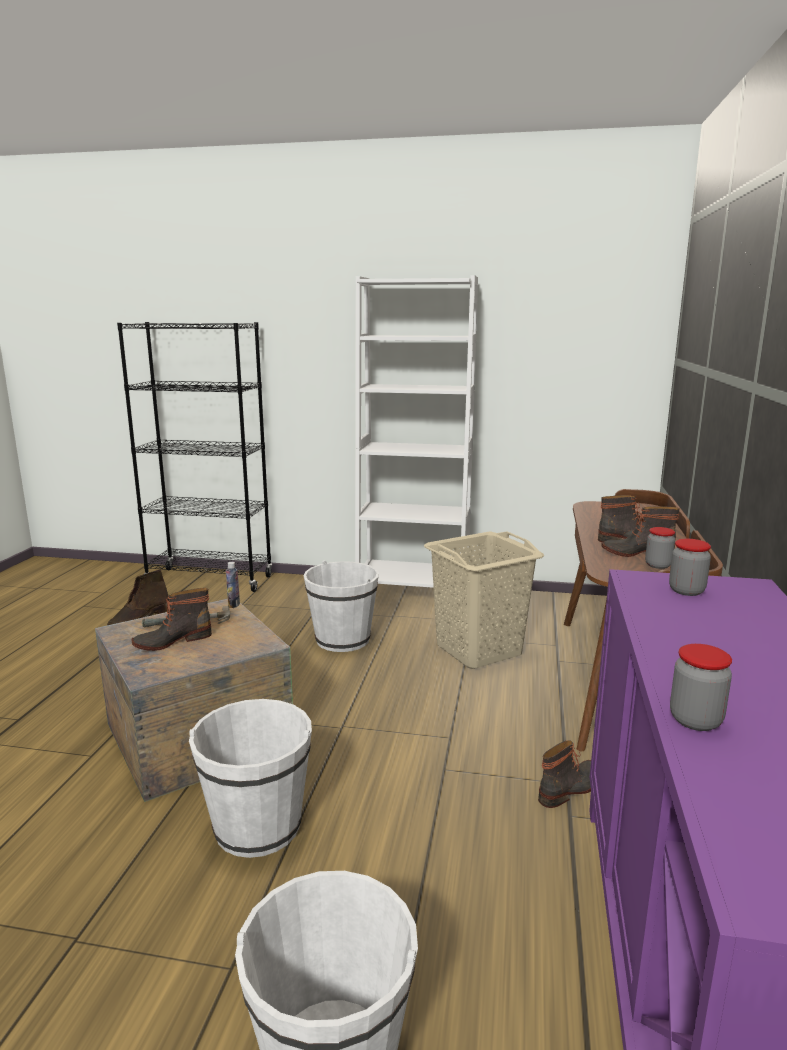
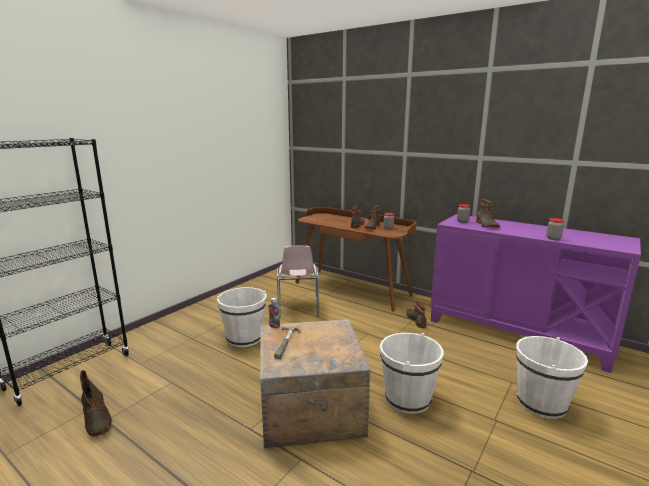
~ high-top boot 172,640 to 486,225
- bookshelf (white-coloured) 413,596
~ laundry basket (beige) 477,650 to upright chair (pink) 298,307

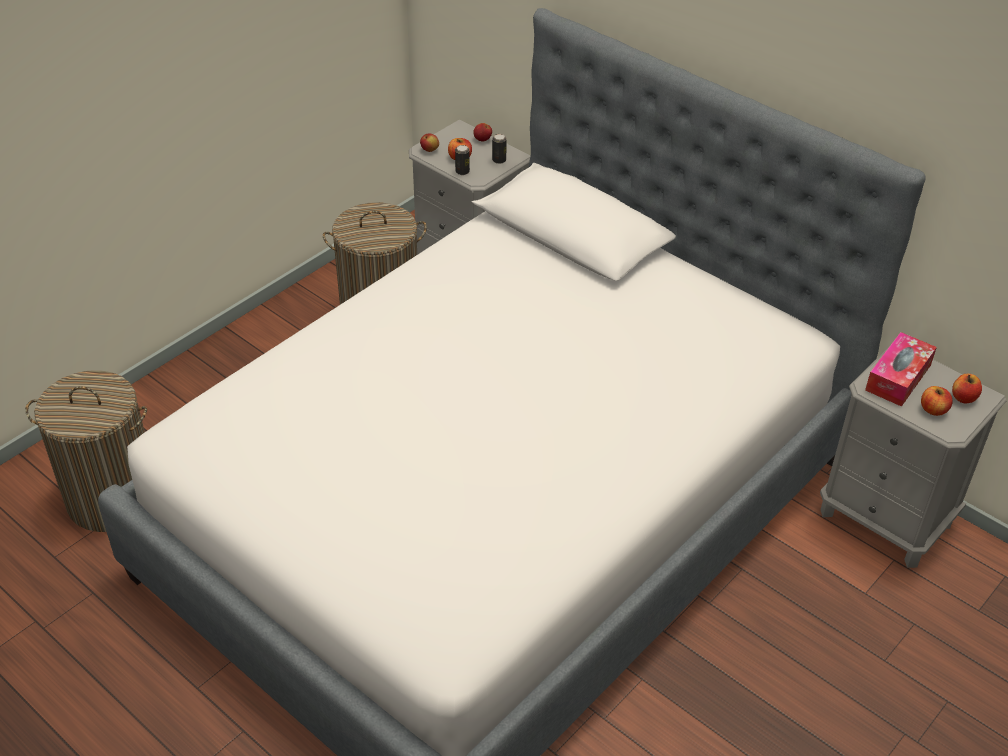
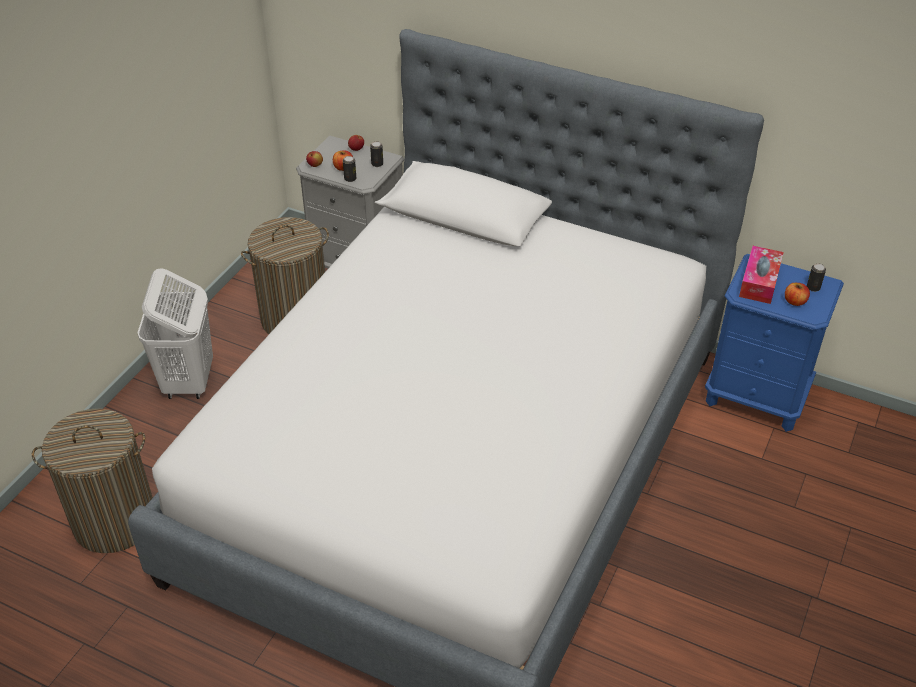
~ bedside table (greyish) 886,519 to bedside table (bluish) 756,397
~ apple 963,397 to can 813,288
+ laundry basket (white-coloured) 188,382

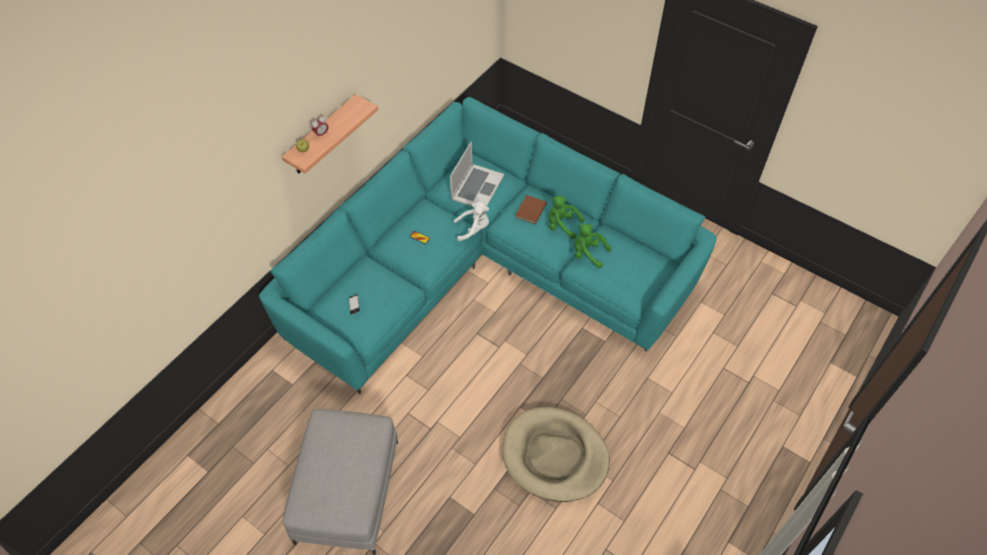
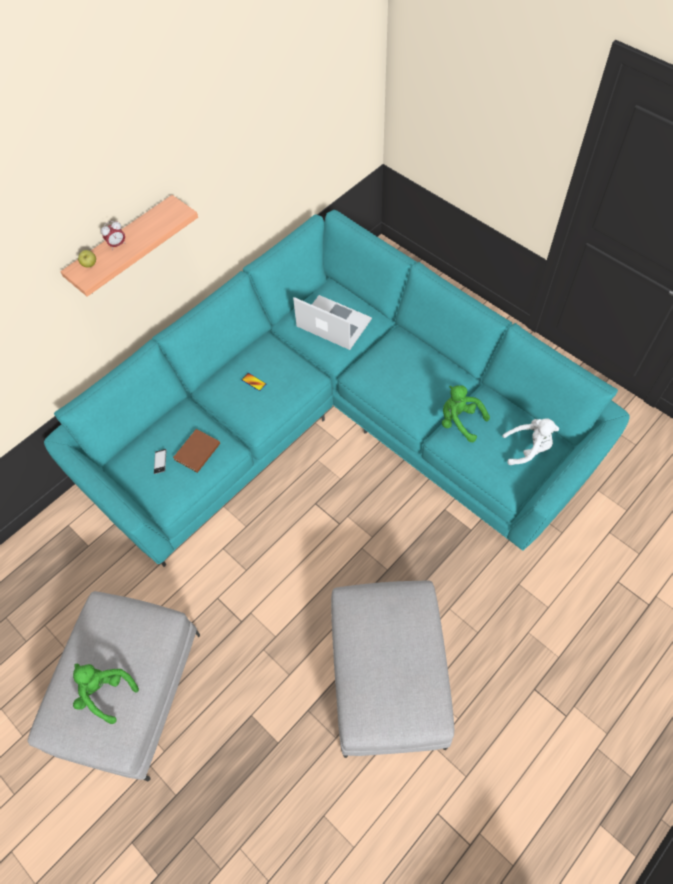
~ portable computer 477,187 = 333,323 90 degrees counterclockwise
~ cuddly toy (white-coloured) 473,229 to 528,448
~ dog bed (beige) 554,456 to ottoman (greyish) 388,676
~ bound book (brown) 530,211 to 196,452
~ cuddly toy (green) 562,225 to 105,692

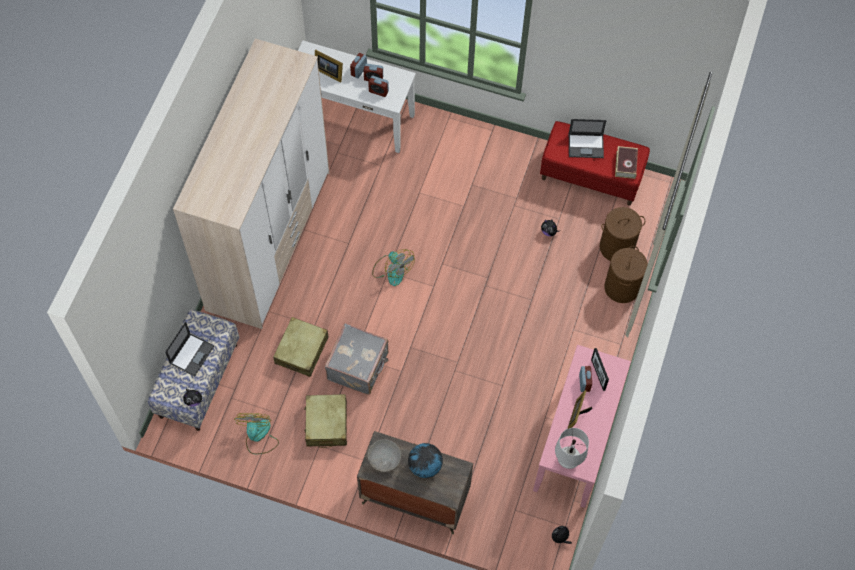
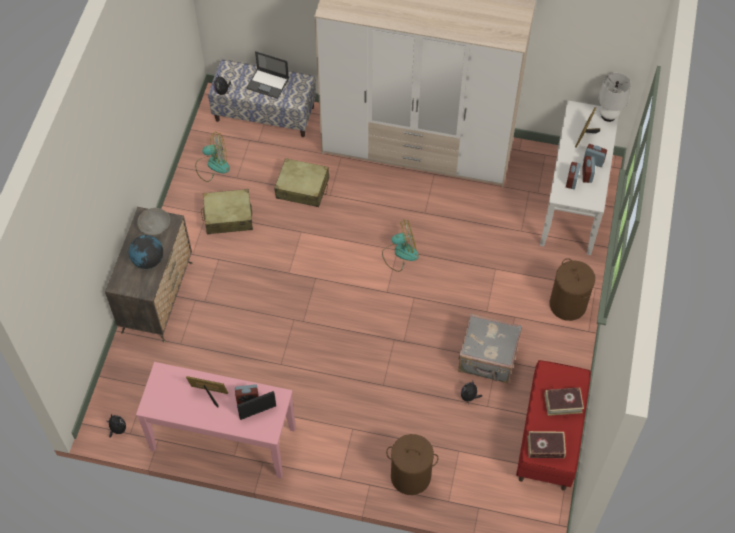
~ travel case (greyish) 359,366 to 488,359
~ fan 392,270 = 400,253 150 degrees counterclockwise
~ table lamp (white-coloured) 568,460 to 608,115
~ portable computer 586,145 to bound book 563,403
~ laundry basket (brown) 617,247 to 568,305

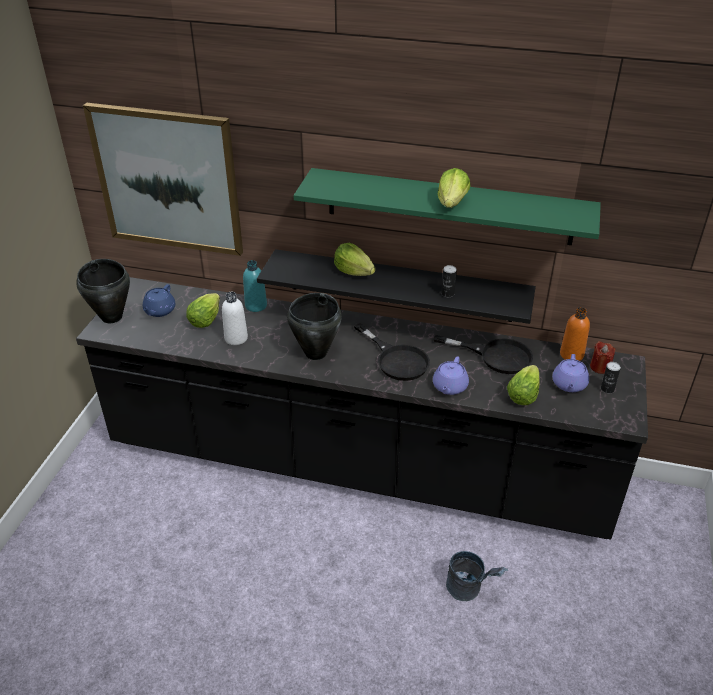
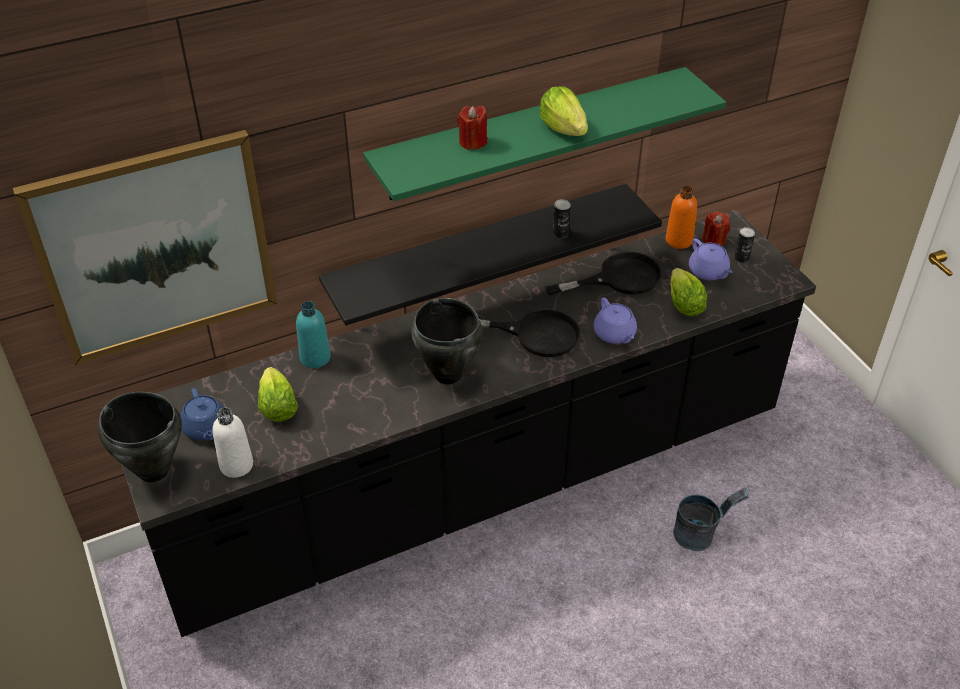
~ drink bottle (white-coloured) 236,338 to 236,465
- lettuce head 353,272
+ wax light (red-coloured) 472,142

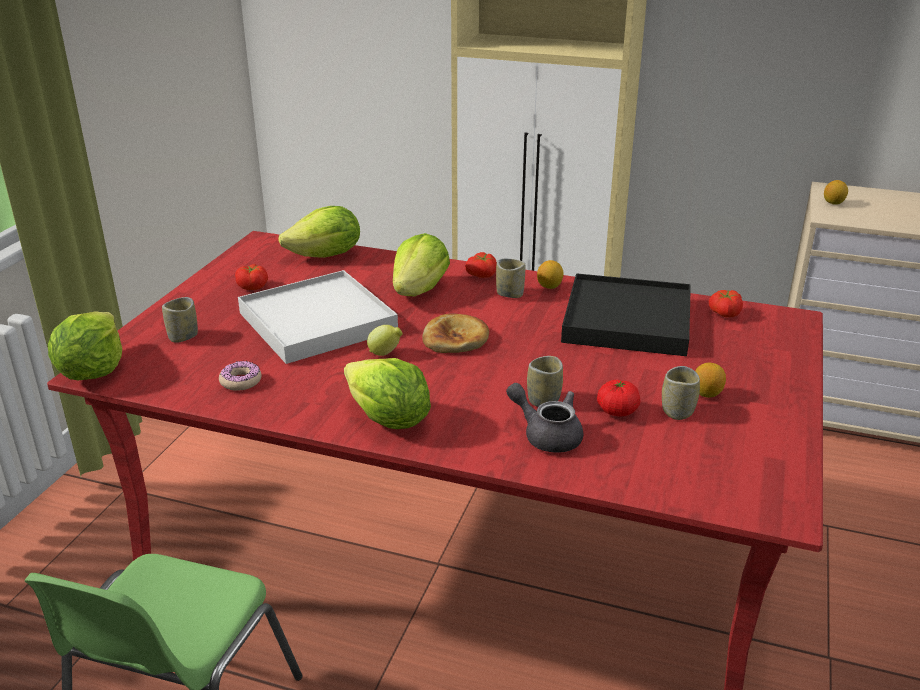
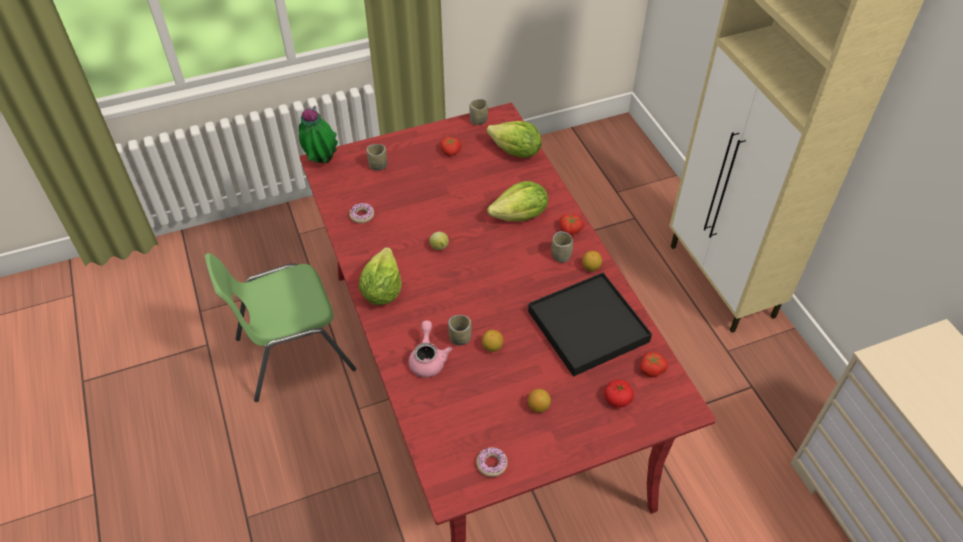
~ lettuce head 93,370 to potted plant 321,161
- serving tray (white-coloured) 317,322
- bread 455,338
~ teapot (greyish) 547,435 to teapot (pink) 428,359
~ fresh tomato 617,411 to 617,399
~ drinking cup 677,411 to 478,121
~ lemon 833,203 to 492,347
+ ring doughnut 491,464

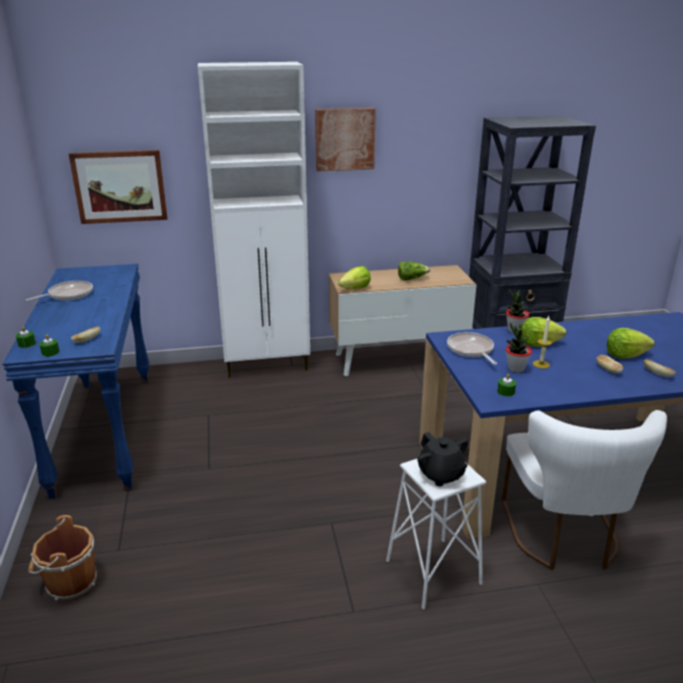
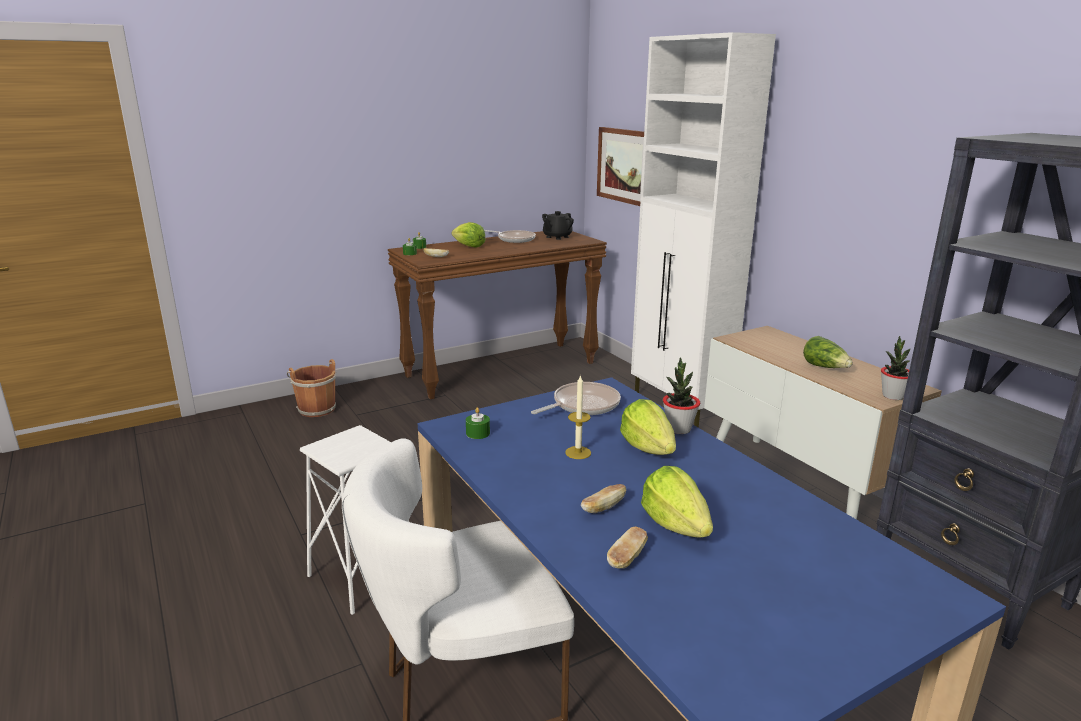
~ narrow table (bluish) 104,430 to narrow table (brown) 501,369
- wall picture 344,139
~ lettuce head 355,288 to 469,246
~ teapot (black-coloured) 441,475 to 557,237
~ potted plant 516,369 to 892,396

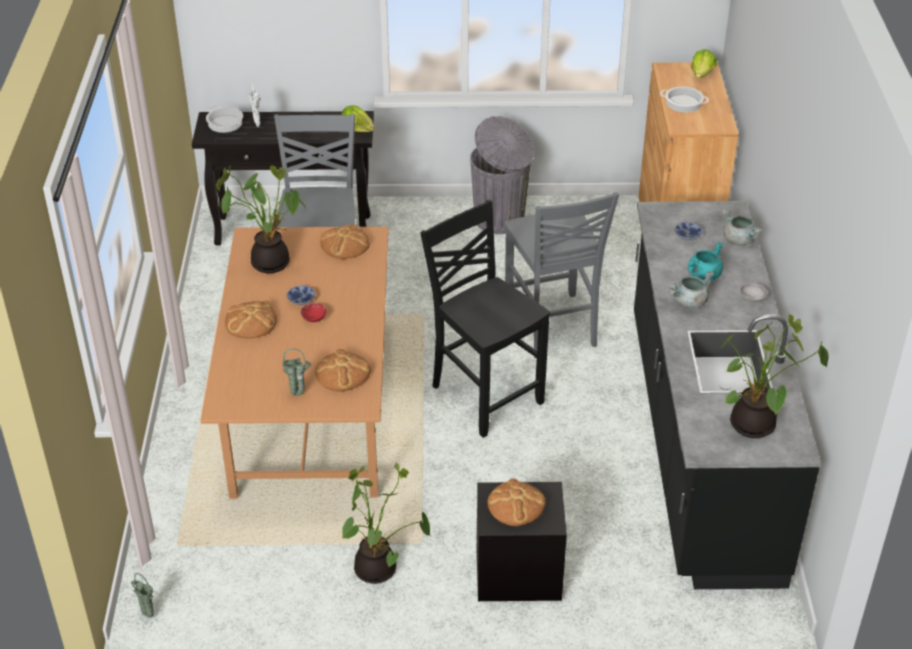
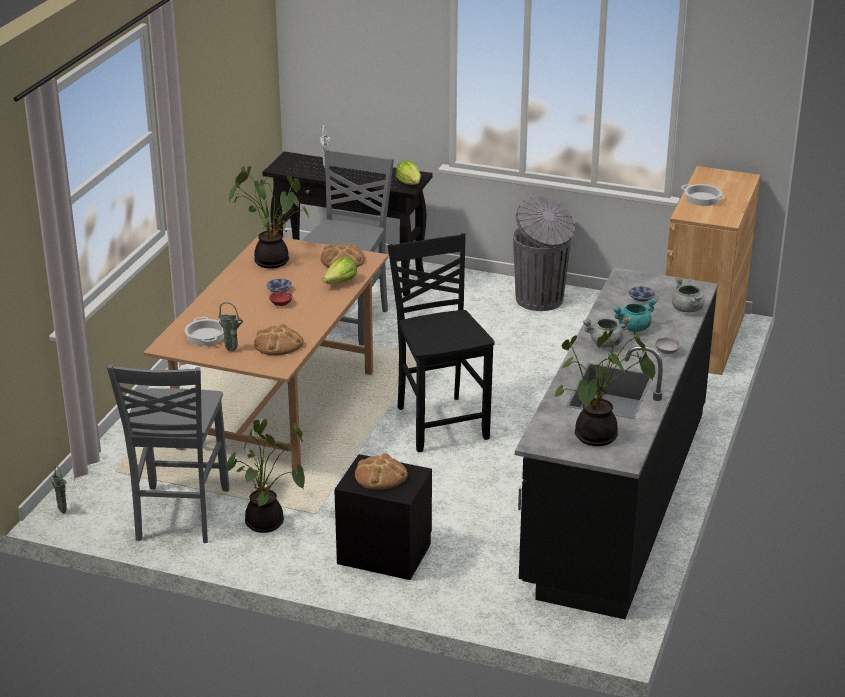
~ saucepot 225,123 to 206,336
- bread 251,322
~ upright chair (greyish) 552,327 to 179,515
~ lettuce head 702,74 to 340,282

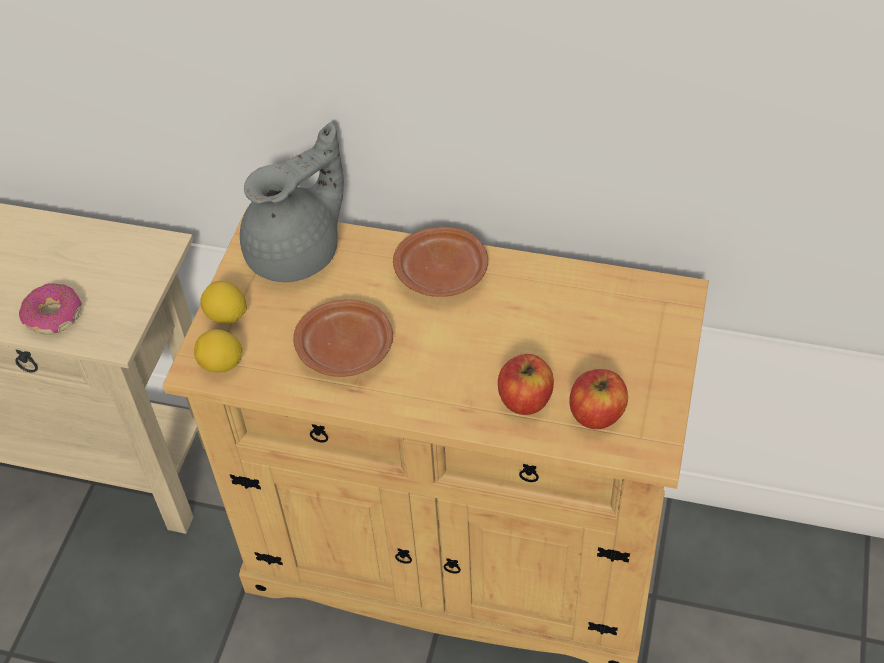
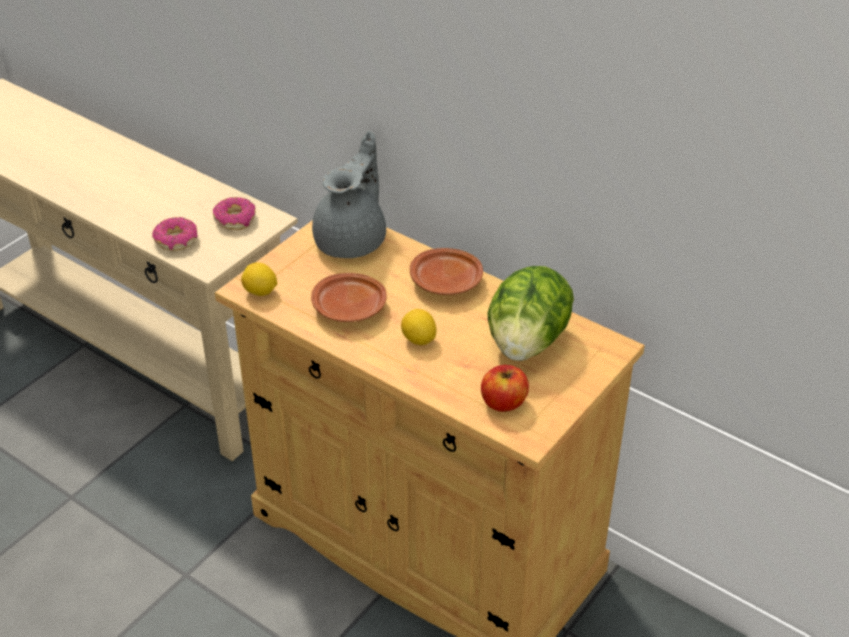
~ lemon 226,316 to 418,340
~ teapot (greyish) 298,252 = 353,240 45 degrees counterclockwise
- apple 525,399
+ ring doughnut 235,219
+ lettuce head 527,343

